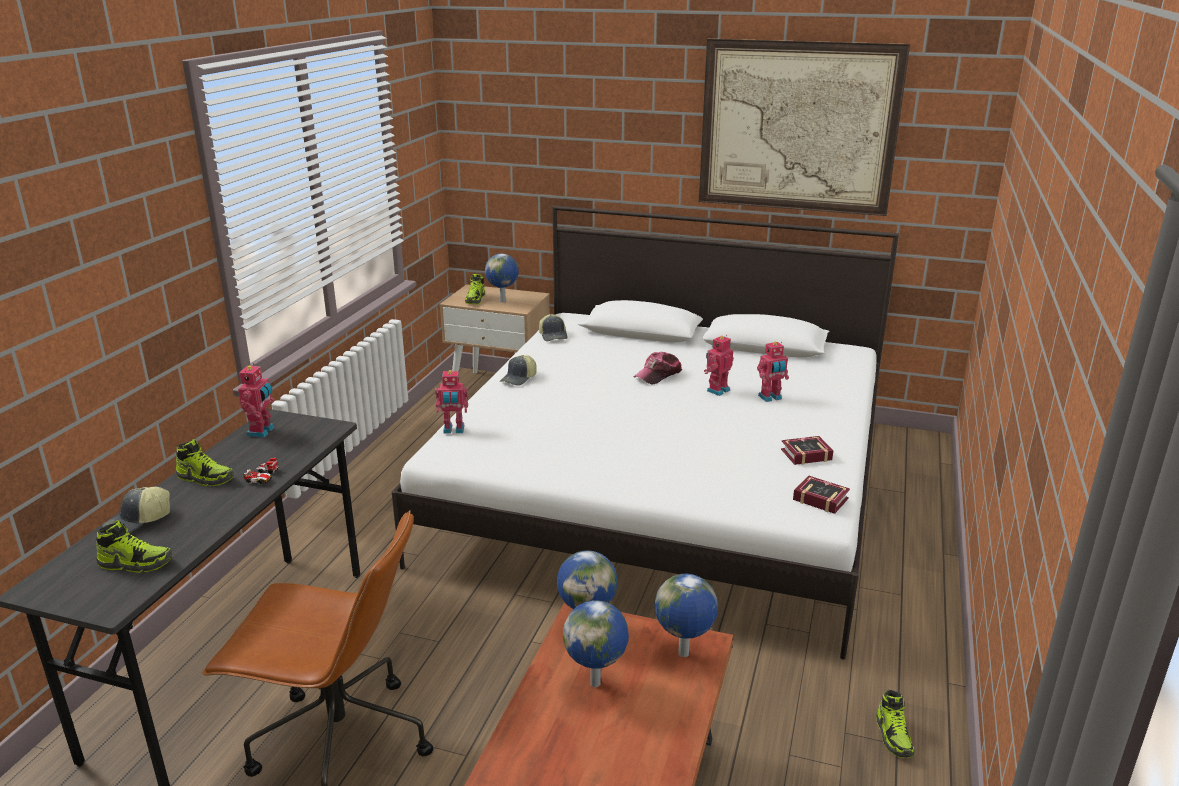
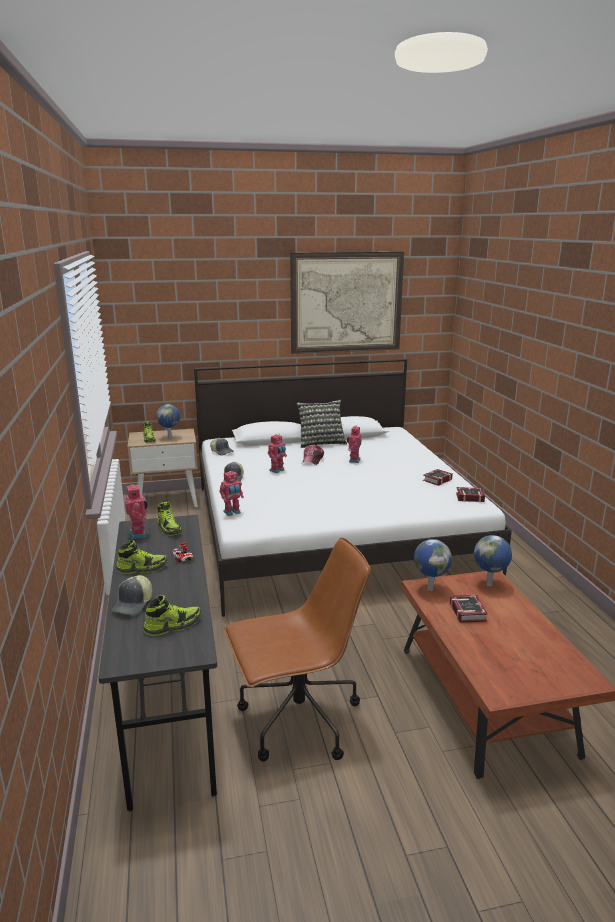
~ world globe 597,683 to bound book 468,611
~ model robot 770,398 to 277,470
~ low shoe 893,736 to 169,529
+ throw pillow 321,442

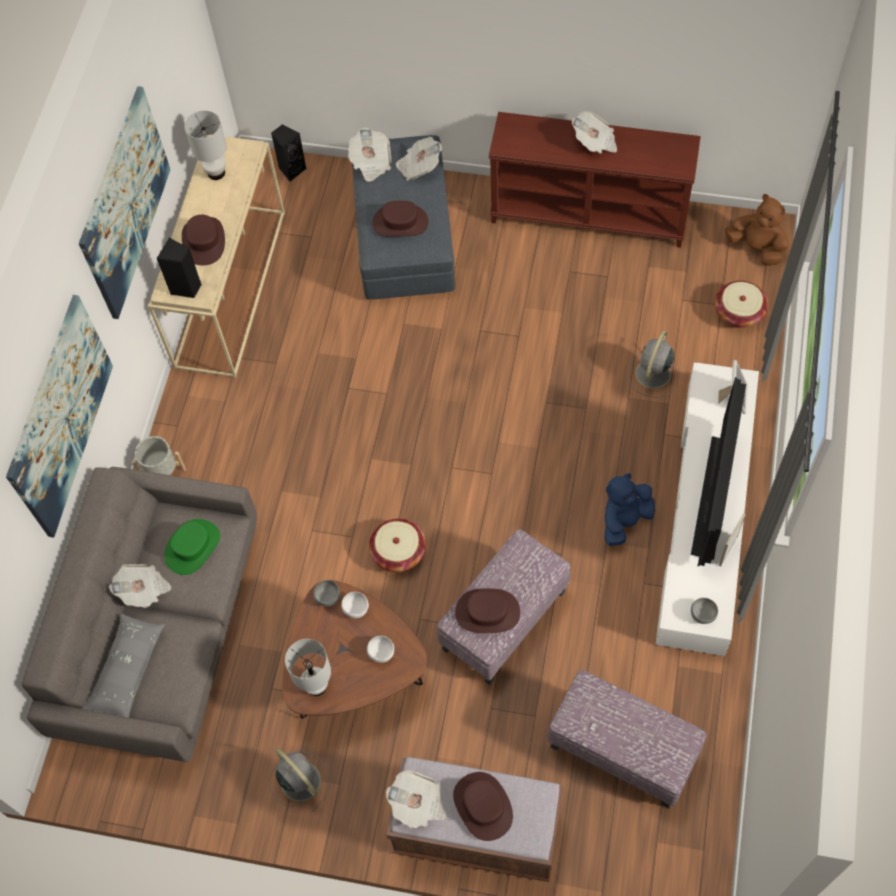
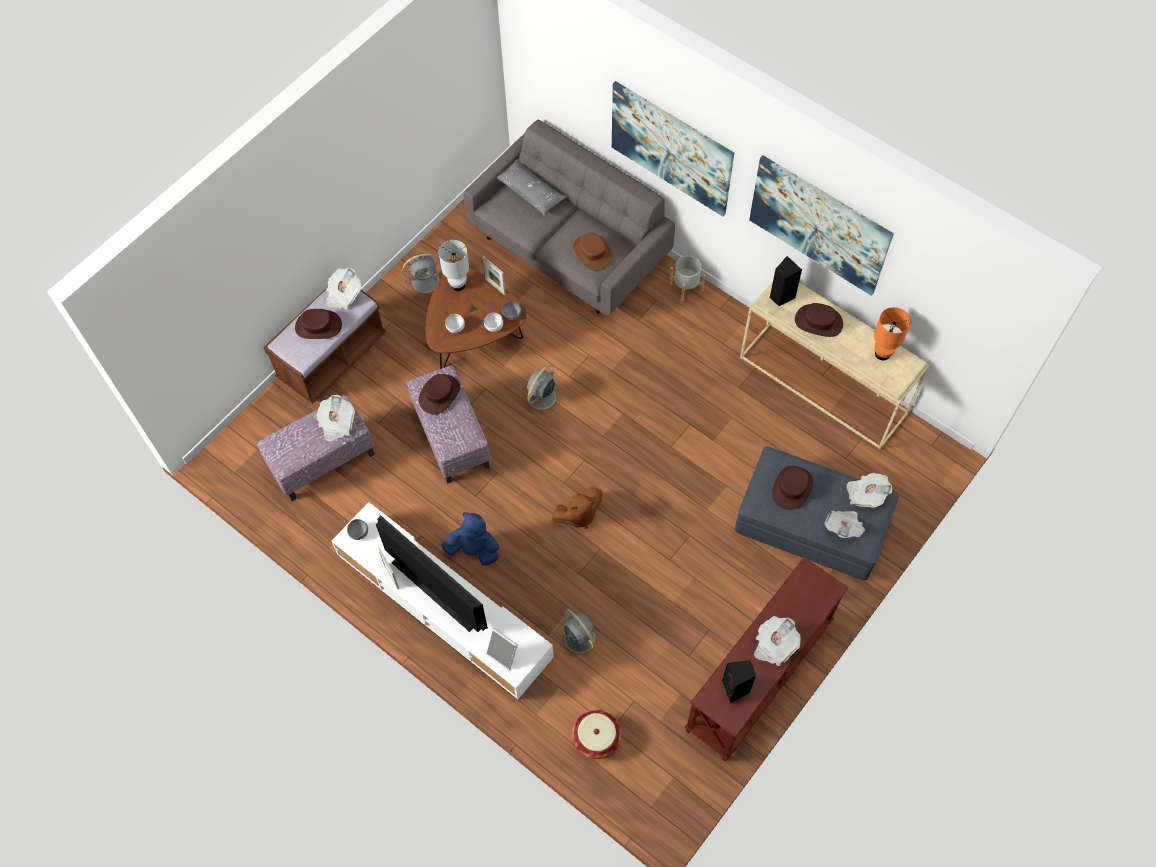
~ daily paper 144,590 to 336,424
~ clothing hat (green) 192,547 to clothing hat (brown) 592,252
~ table lamp (white-coloured) 216,173 to table lamp (orange) 882,353
~ loudspeaker (black-coloured) 291,169 to 736,689
~ basket 398,552 to fan (greyish) 540,398
~ cuddly toy (bluish) 624,520 = 474,550 60 degrees counterclockwise
~ cuddly toy (brown) 756,247 to 578,515
+ standing frame 495,286

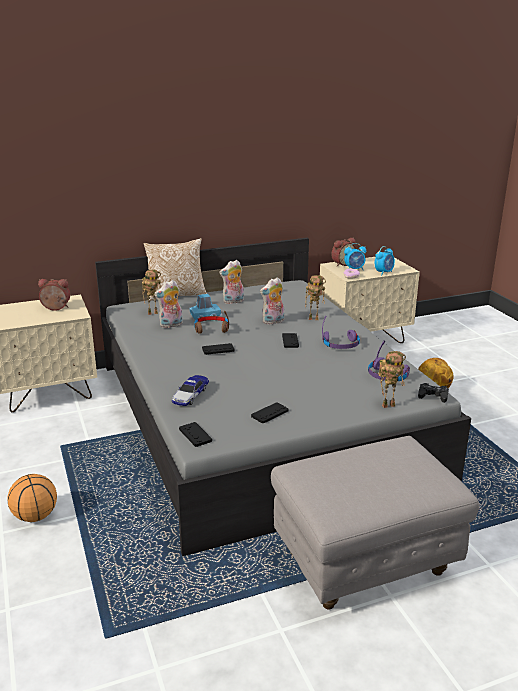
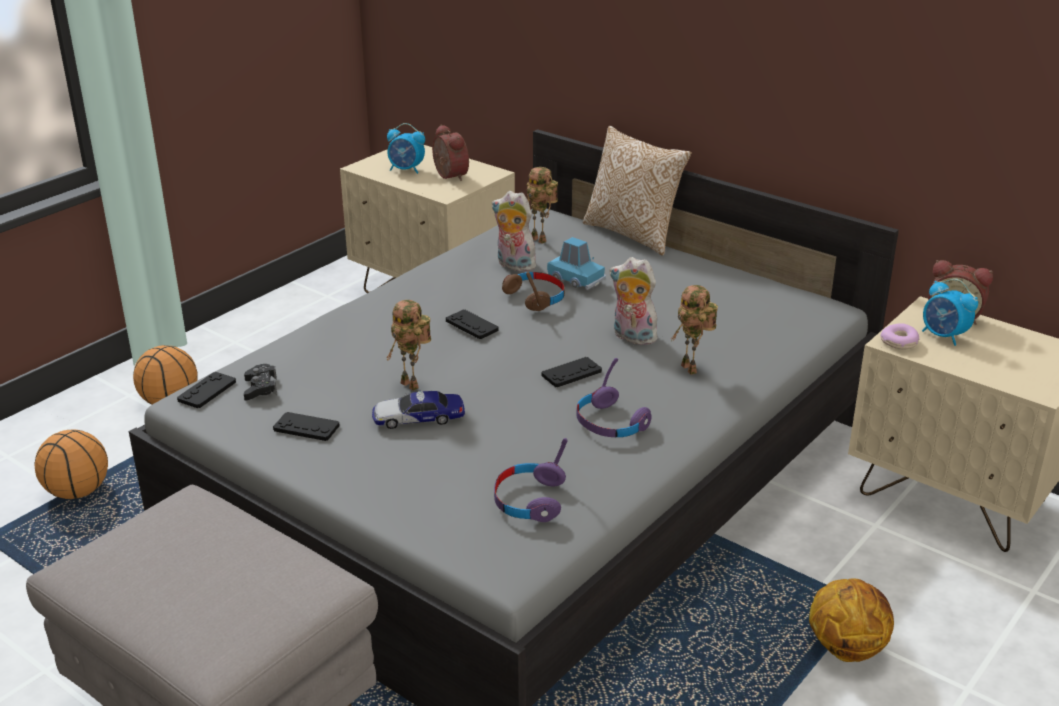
~ miniature car 190,395 to 418,418
- cuddly toy 233,301
~ table clock 384,272 to 406,170
~ model robot 388,405 to 412,385
~ game controller (black-coloured) 433,396 to 260,388
+ ball for basketball 77,492

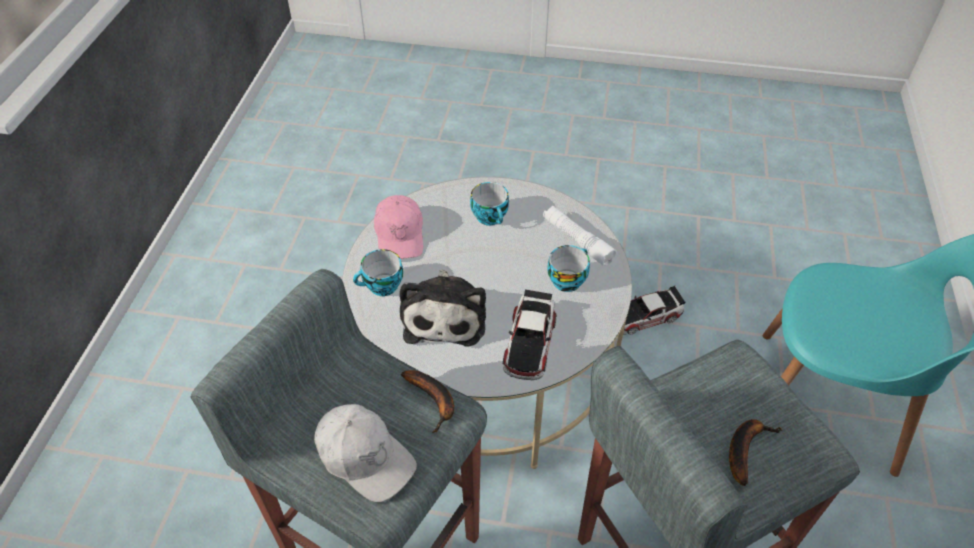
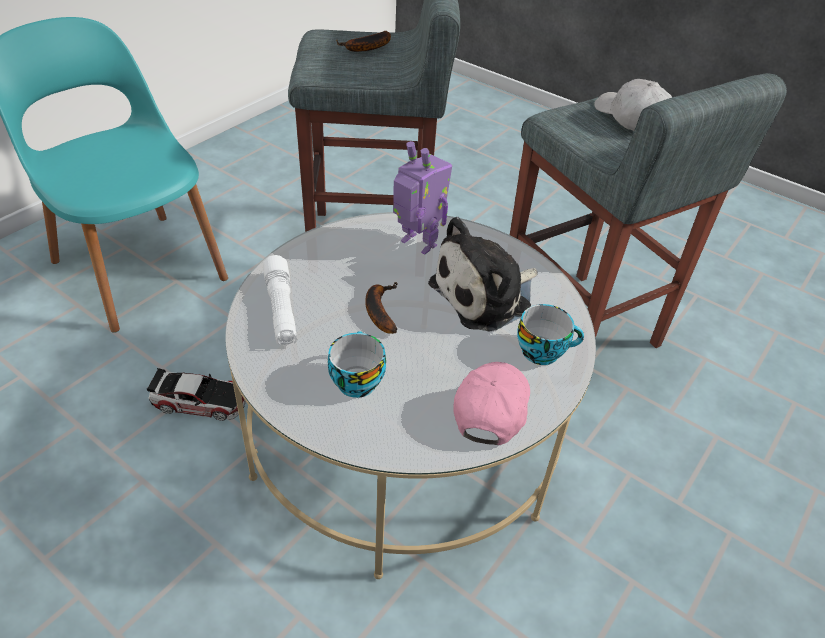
~ cuddly toy 445,315 = 485,295 150 degrees counterclockwise
~ banana 434,401 to 379,310
~ miniature car 529,342 to model robot 417,244
- drinking cup 567,279

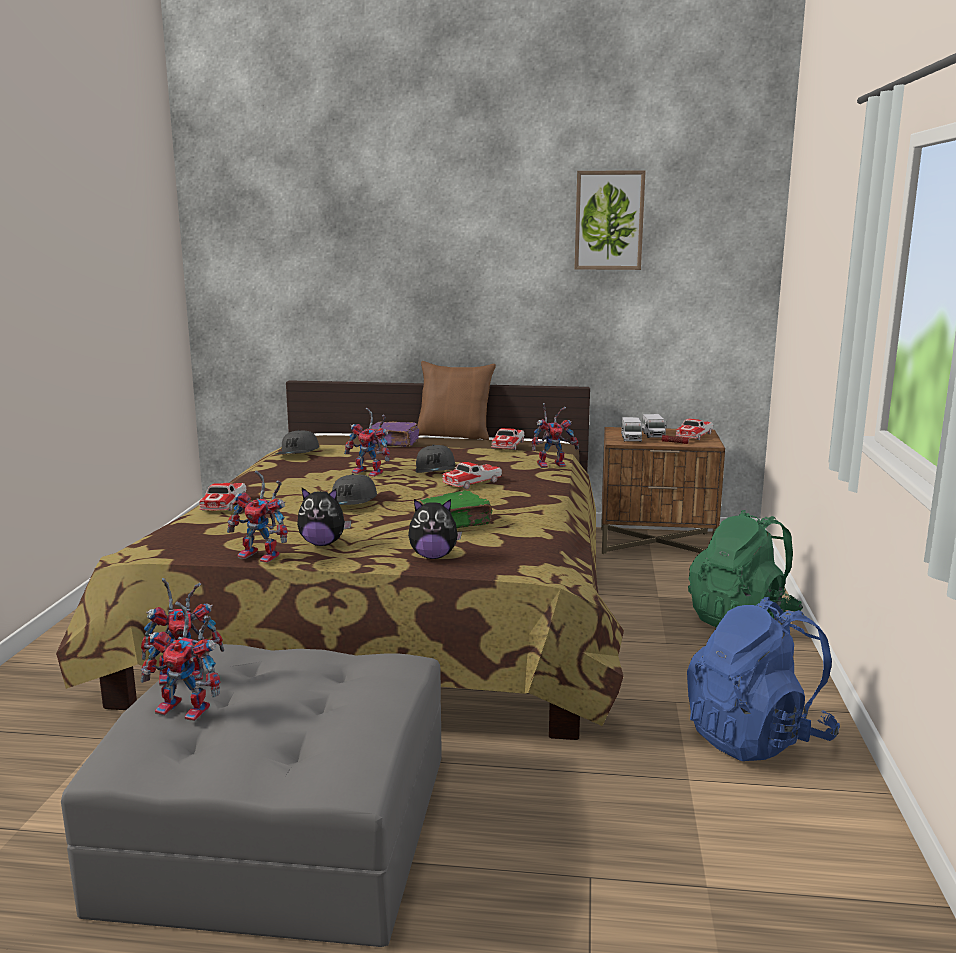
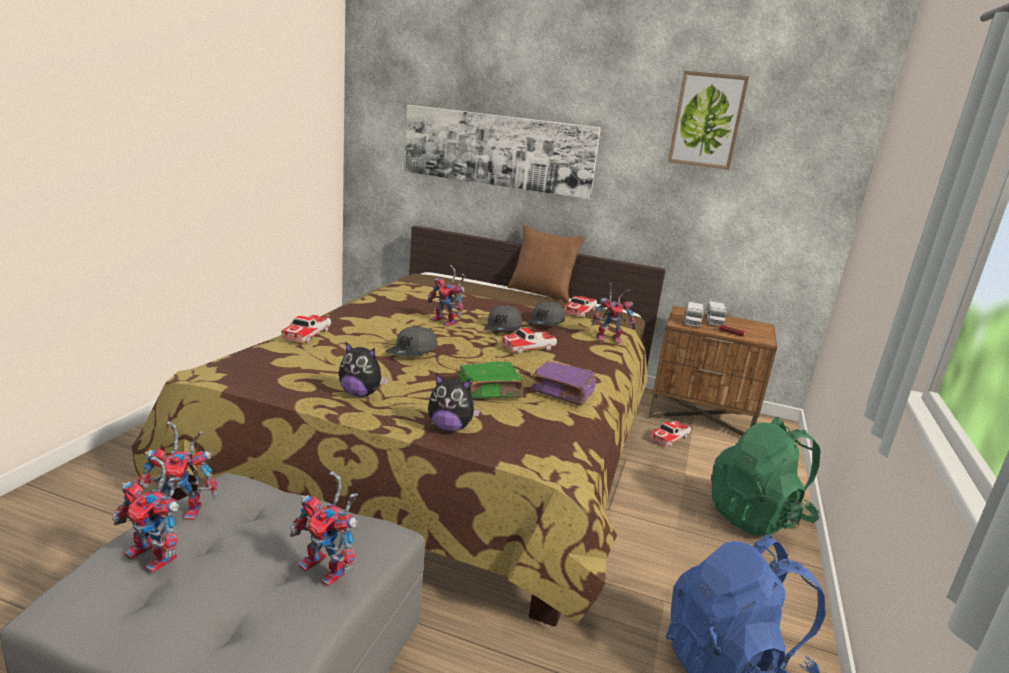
~ model robot 264,556 to 329,569
~ baseball cap (greyish) 298,453 to 546,323
~ bound book (purple) 394,443 to 563,393
~ miniature car 694,435 to 669,438
+ wall picture 497,150

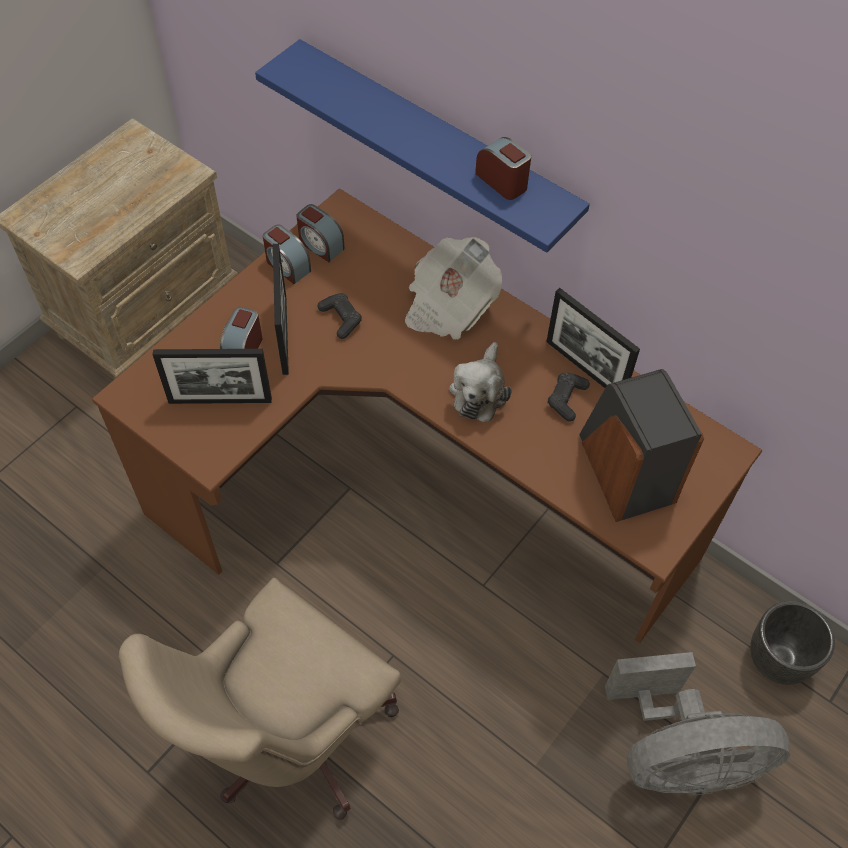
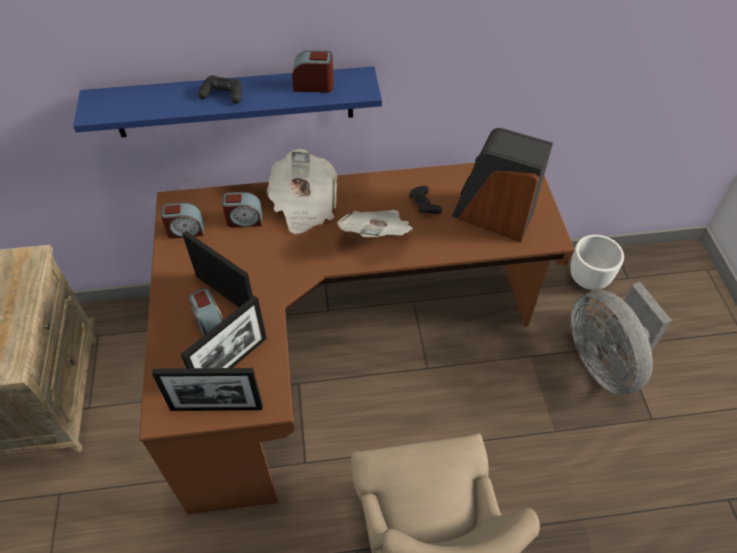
~ table clock 287,266 to 244,220
~ game controller (black-coloured) 341,319 to 223,95
~ cuddly toy 479,391 to daily paper 376,236
~ standing frame 585,369 to 216,408
~ fan (greyish) 679,757 = 604,361 120 degrees clockwise
~ plant pot (black-coloured) 777,660 to plant pot (white-coloured) 589,279

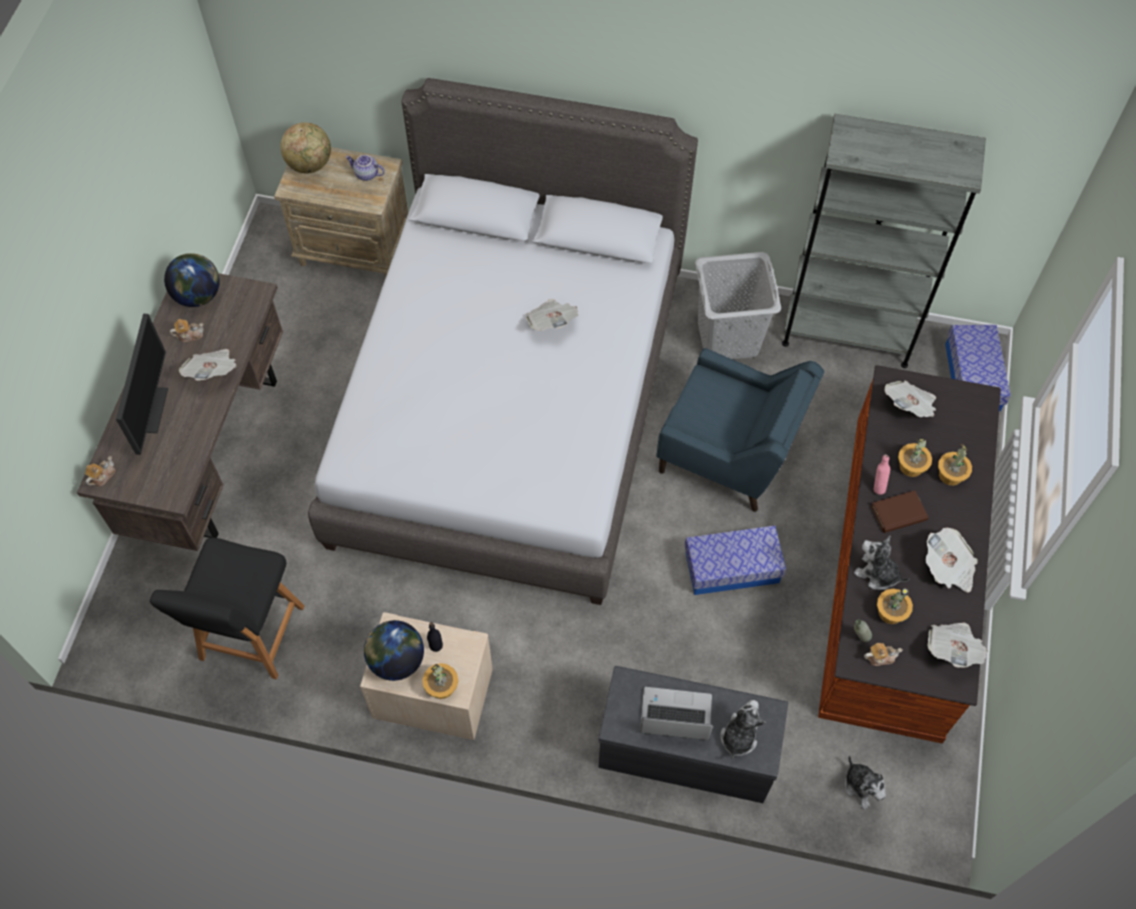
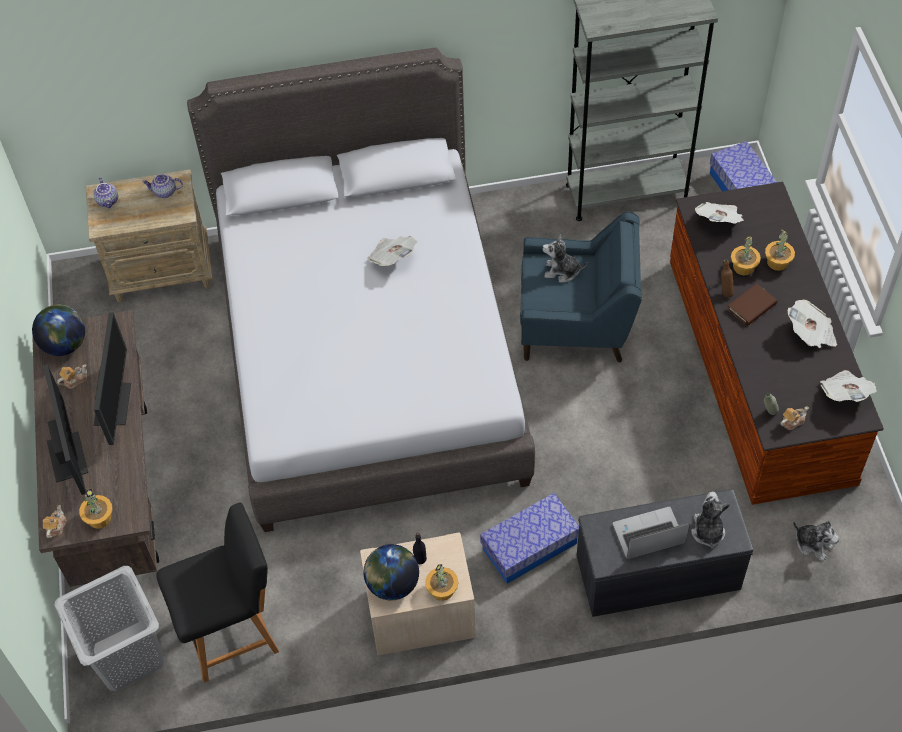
~ upright chair (black-coloured) 250,636 = 233,631 105 degrees counterclockwise
~ daily paper 213,372 to computer screen 113,403
~ world globe 310,164 to teapot 108,201
~ storage box 732,567 to 530,546
~ laundry basket (greyish) 727,337 to 127,655
~ cuddly toy 877,573 to 562,271
~ drink bottle (pink) 878,486 to drink bottle (brown) 725,291
~ potted plant 890,612 to 99,517

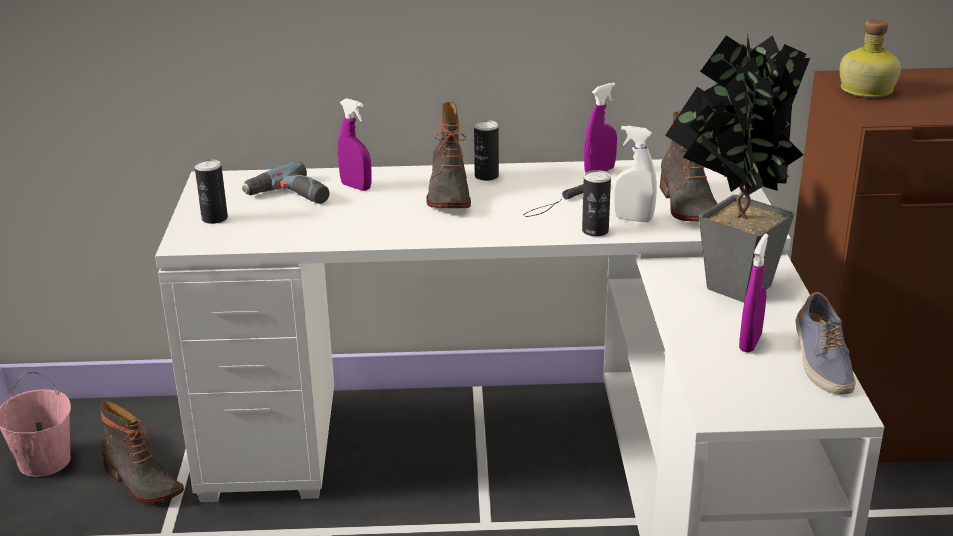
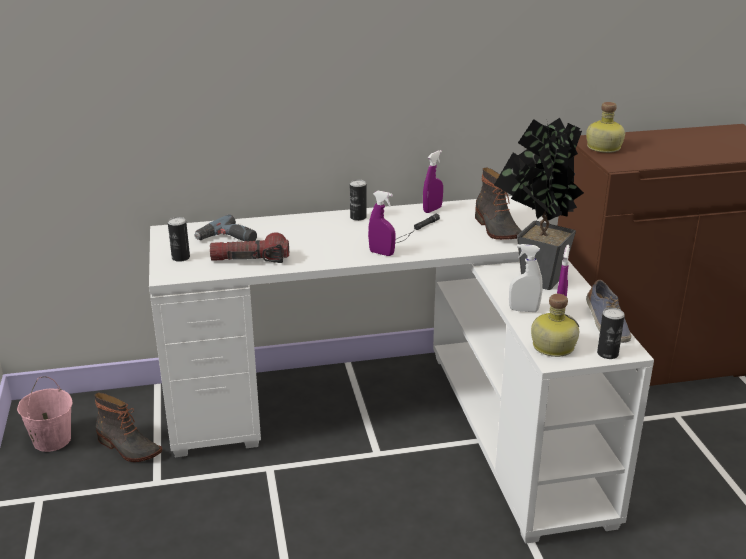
~ hand sprayer (purple) 356,187 to 381,253
- high-top boot 447,193
~ can 595,231 to 607,354
~ hand sprayer (white-coloured) 633,219 to 523,310
+ flashlight 250,260
+ drink bottle 551,346

